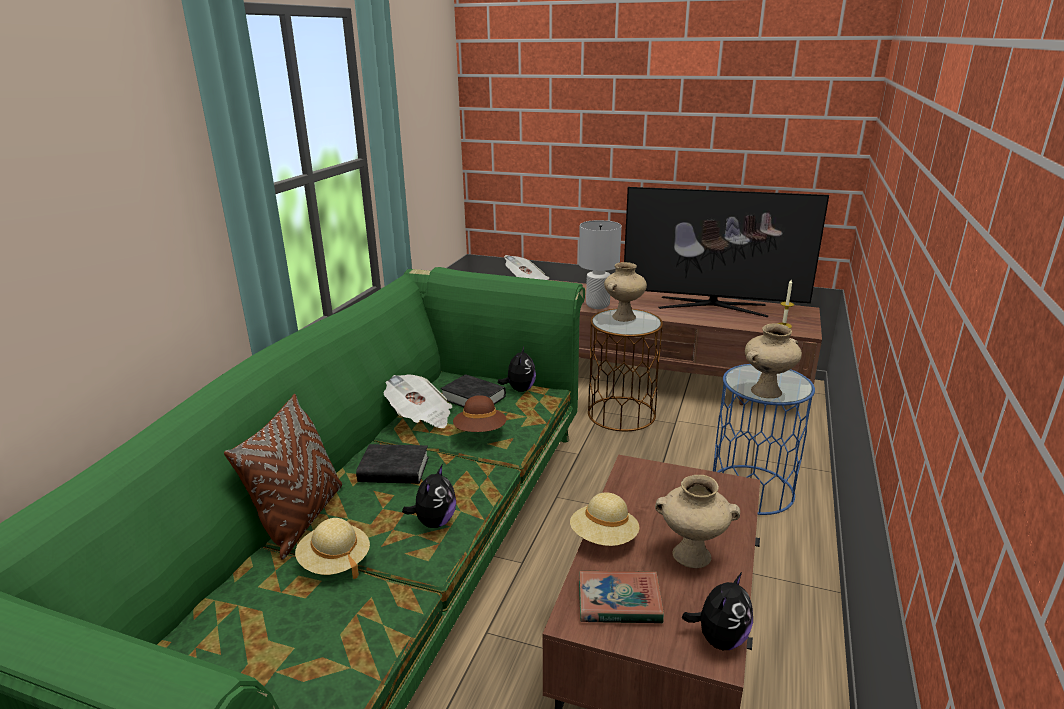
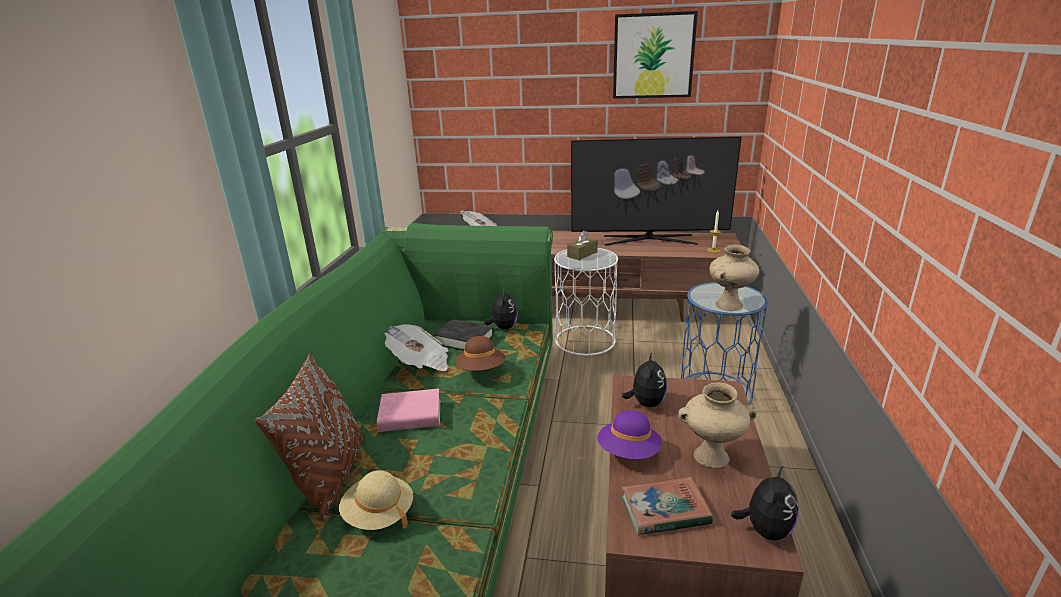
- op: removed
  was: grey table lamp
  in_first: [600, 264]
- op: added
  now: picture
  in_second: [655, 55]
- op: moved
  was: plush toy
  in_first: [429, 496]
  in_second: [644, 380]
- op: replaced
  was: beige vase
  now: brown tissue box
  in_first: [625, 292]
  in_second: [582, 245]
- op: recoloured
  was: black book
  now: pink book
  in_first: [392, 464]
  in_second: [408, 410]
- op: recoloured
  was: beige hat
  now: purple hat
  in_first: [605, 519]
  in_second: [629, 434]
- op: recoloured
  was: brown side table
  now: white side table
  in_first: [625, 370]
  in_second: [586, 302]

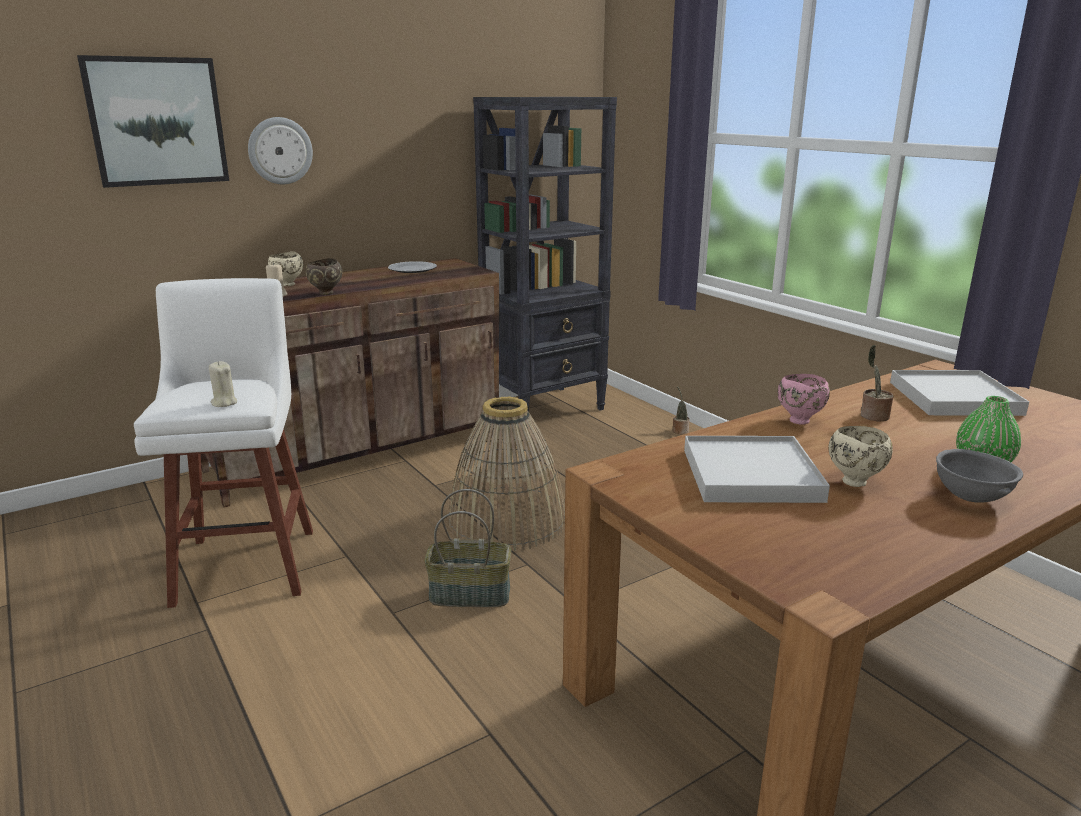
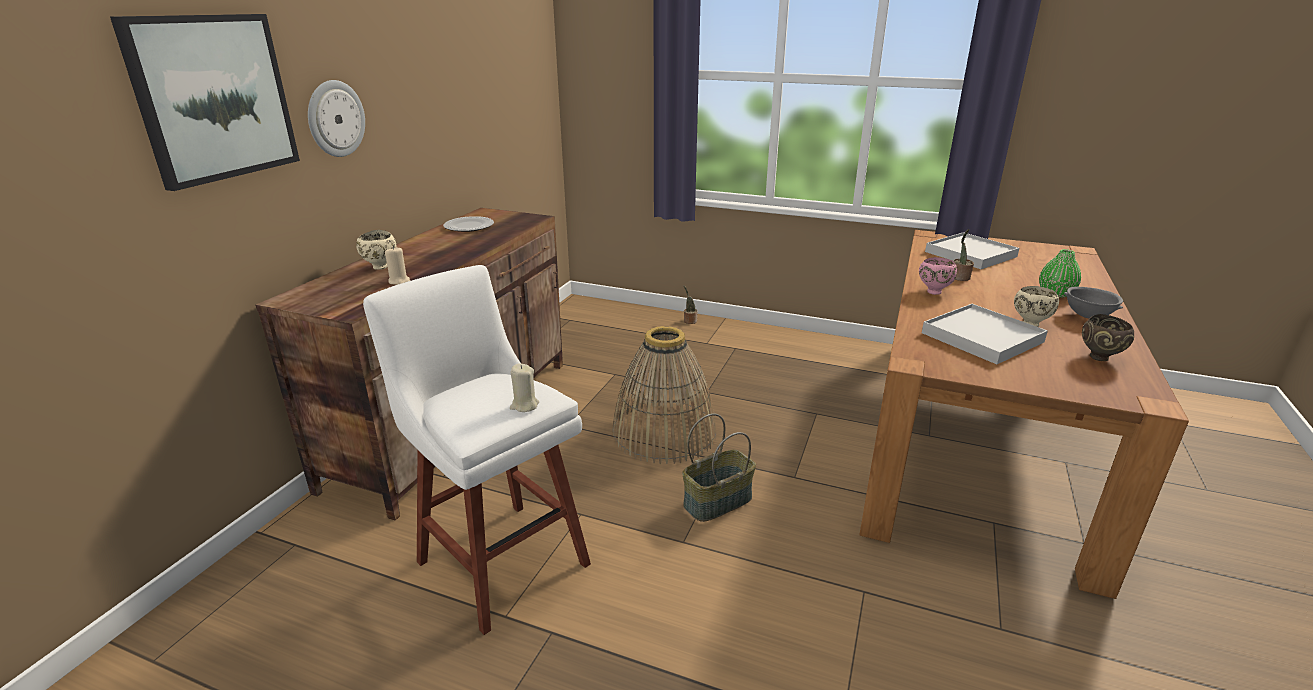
- op: removed
  was: black bookcase
  in_first: [545, 263]
- op: moved
  was: brown bowl
  in_first: [324, 276]
  in_second: [1108, 337]

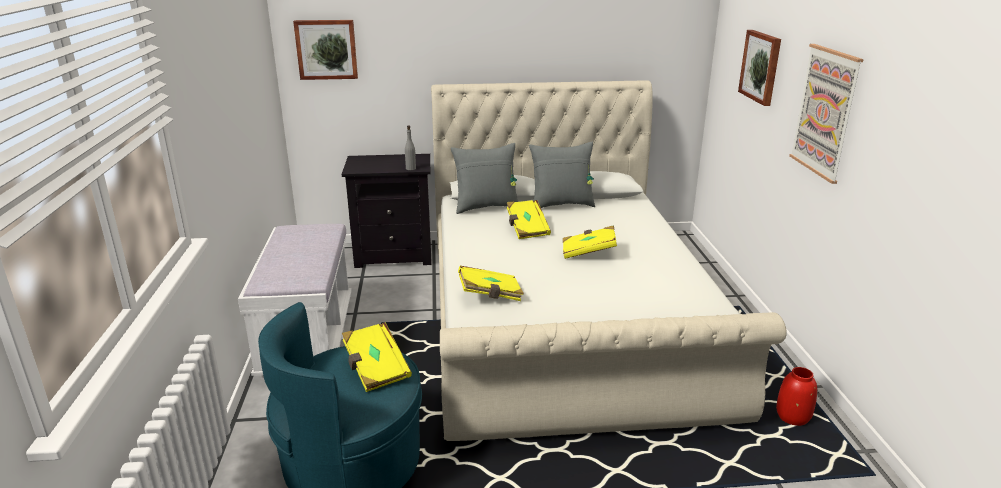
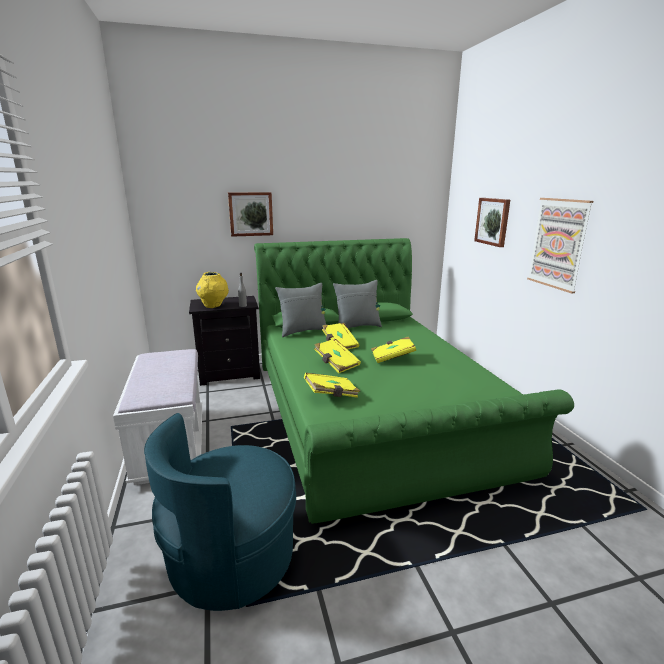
- op: removed
  was: red vase
  in_first: [796, 396]
- op: added
  now: yellow vase
  in_second: [212, 290]
- op: moved
  was: picture
  in_first: [325, 50]
  in_second: [250, 214]
- op: moved
  was: yellow book
  in_first: [377, 357]
  in_second: [337, 356]
- op: recoloured
  was: beige bed
  now: green bed
  in_first: [609, 260]
  in_second: [414, 381]

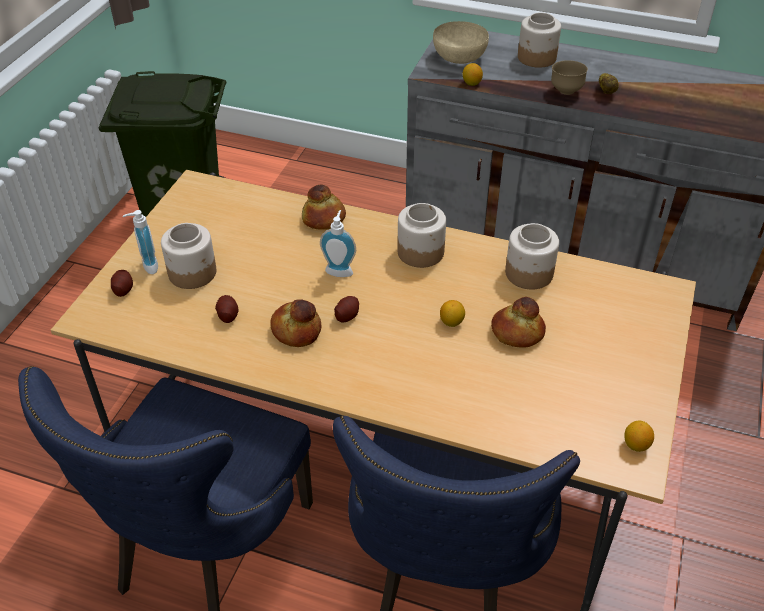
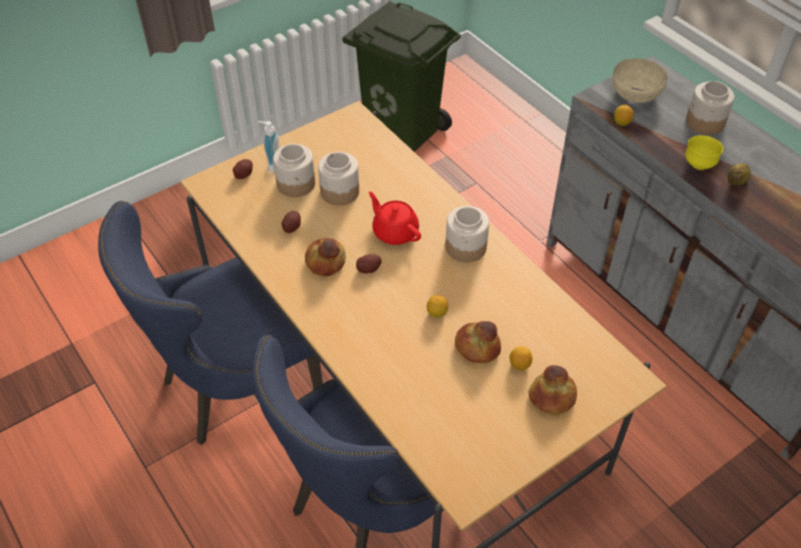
- op: moved
  was: bread
  in_first: [324, 207]
  in_second: [552, 390]
- op: moved
  was: jar
  in_first: [532, 256]
  in_second: [338, 179]
- op: moved
  was: lemon
  in_first: [639, 436]
  in_second: [521, 358]
- op: replaced
  was: soap dispenser
  now: red teapot
  in_first: [338, 243]
  in_second: [394, 218]
- op: recoloured
  was: brown bowl
  now: yellow bowl
  in_first: [569, 77]
  in_second: [704, 152]

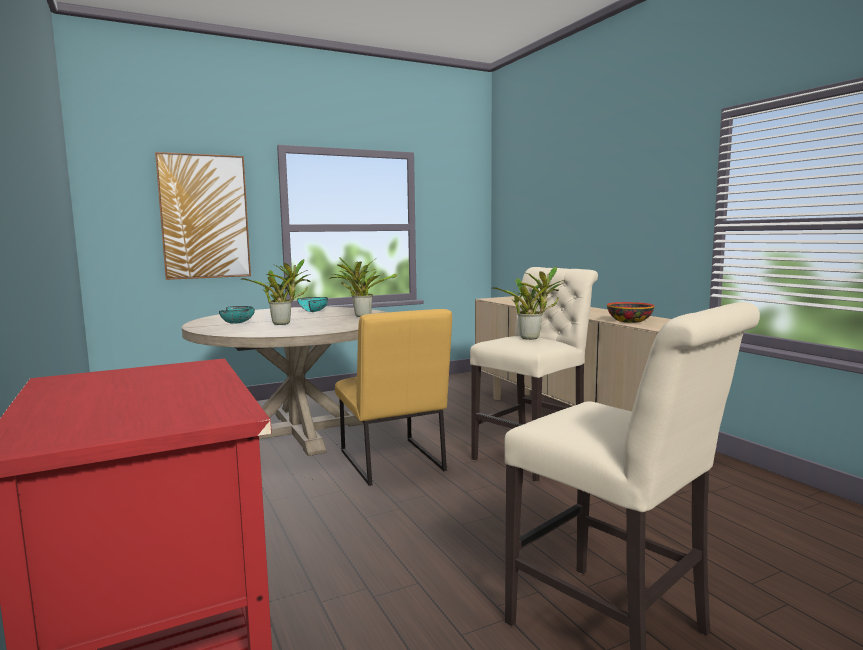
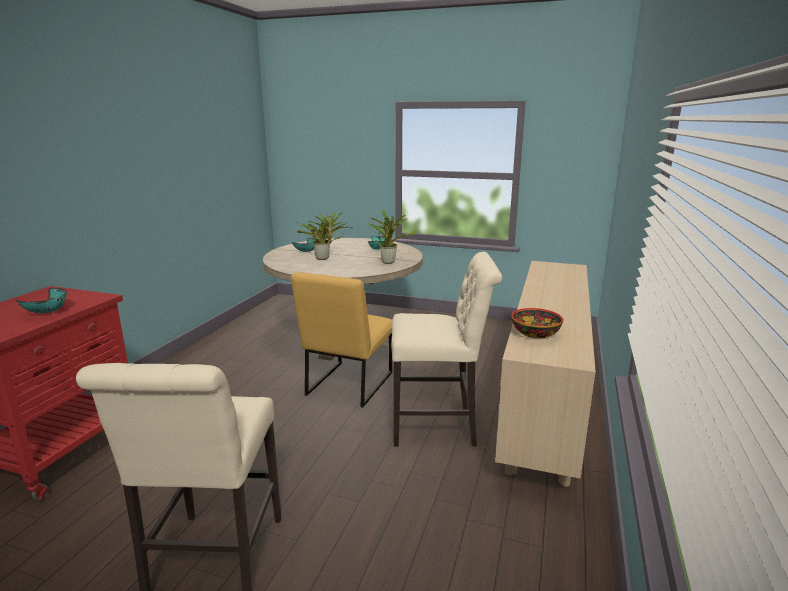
- op: removed
  was: picture
  in_first: [203, 216]
- op: removed
  was: potted plant
  in_first: [528, 303]
- op: added
  now: turquoise bowl
  in_second: [41, 300]

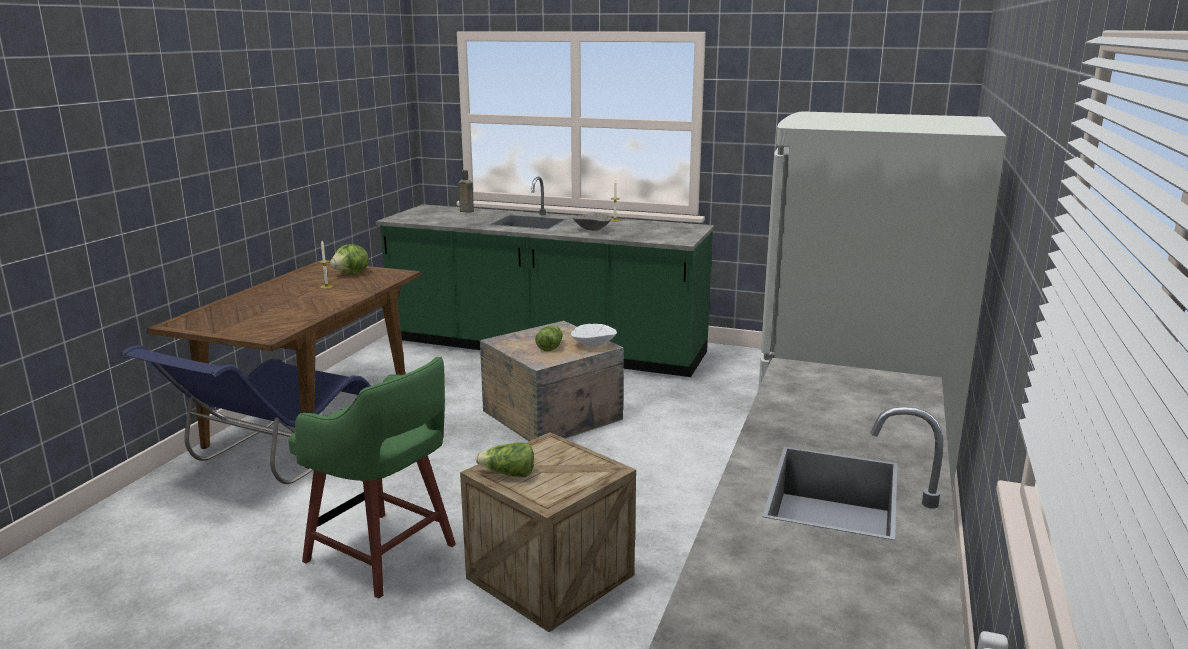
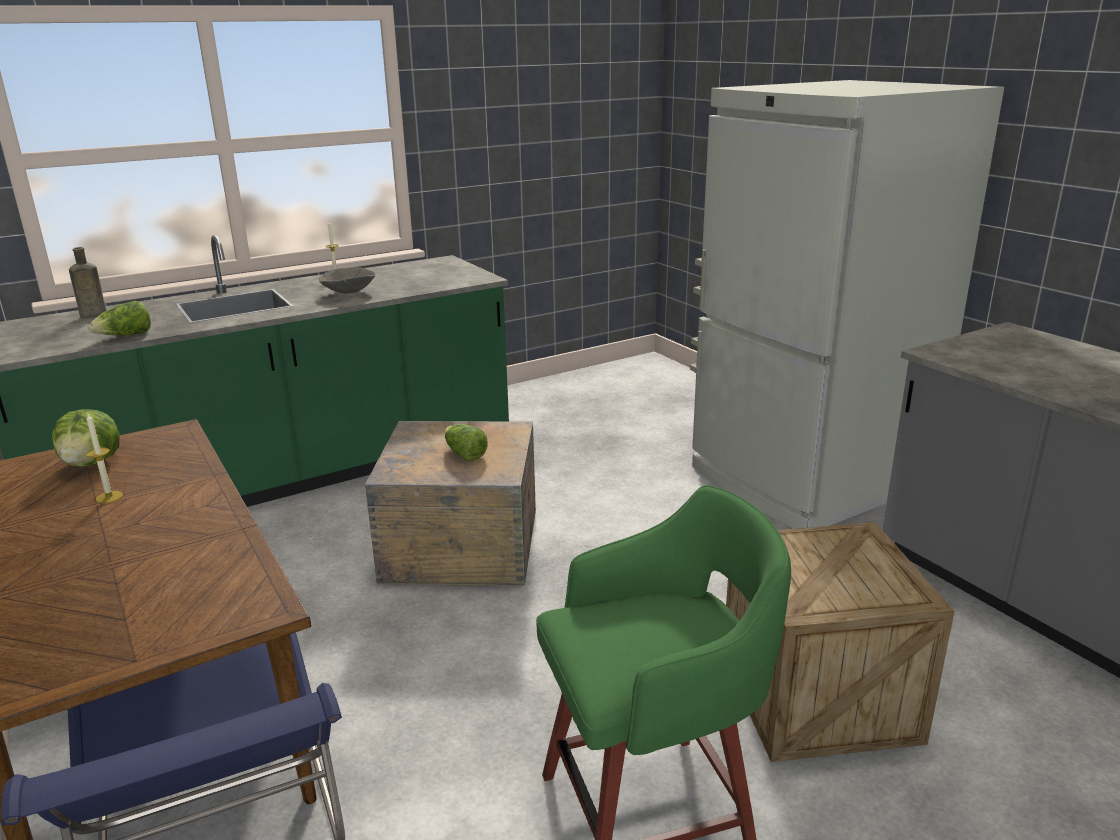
- op: removed
  was: white bowl
  in_first: [594, 335]
- op: moved
  was: lettuce
  in_first: [504, 460]
  in_second: [119, 318]

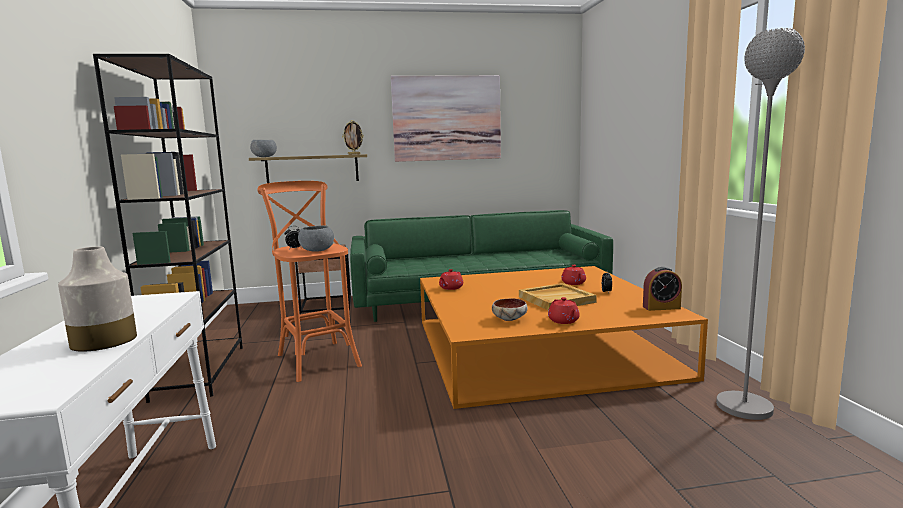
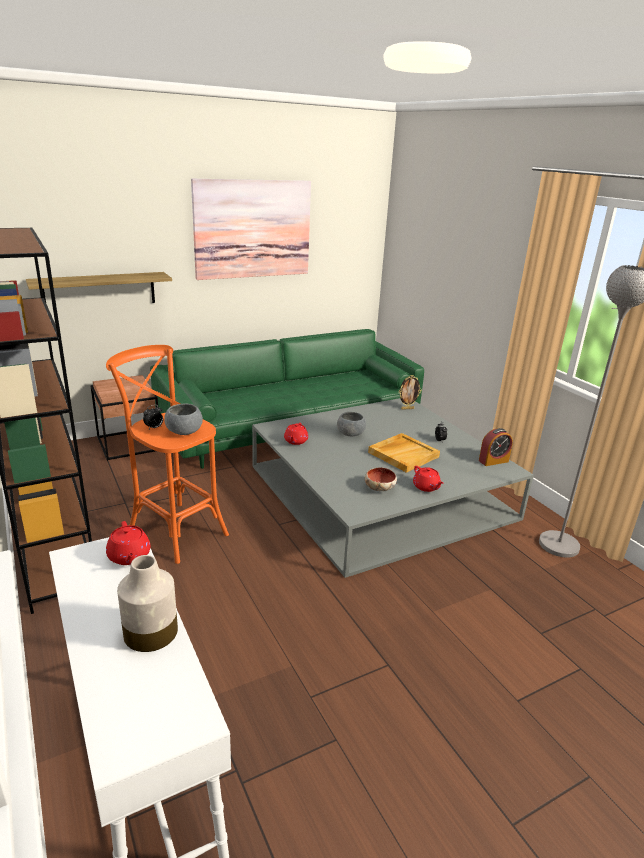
- op: moved
  was: grey bowl
  in_first: [263, 148]
  in_second: [351, 424]
- op: moved
  was: picture frame
  in_first: [353, 137]
  in_second: [410, 392]
- op: moved
  was: red teapot
  in_first: [573, 275]
  in_second: [128, 543]
- op: recoloured
  was: orange coffee table
  now: grey coffee table
  in_first: [564, 337]
  in_second: [393, 488]

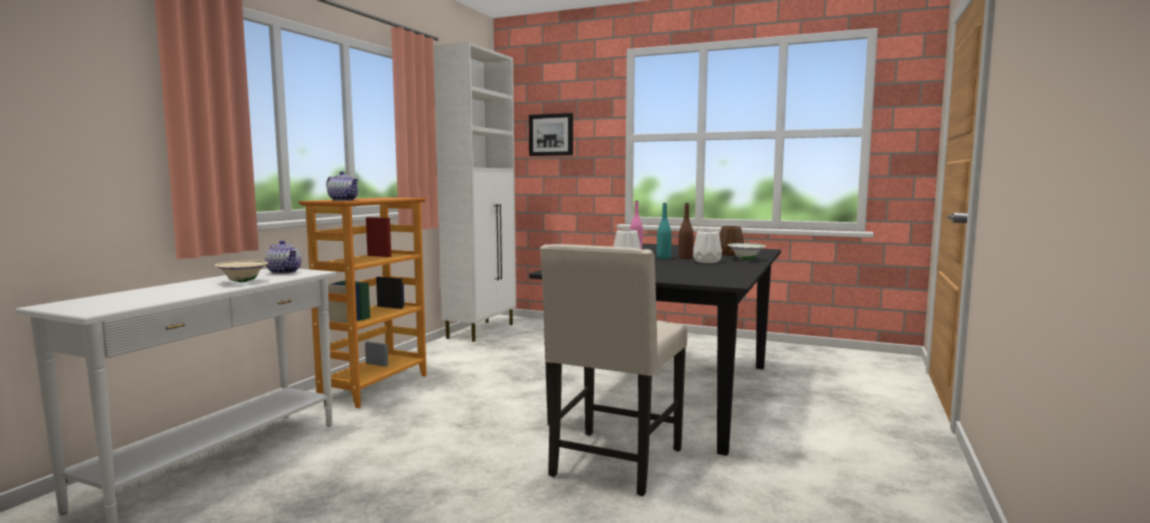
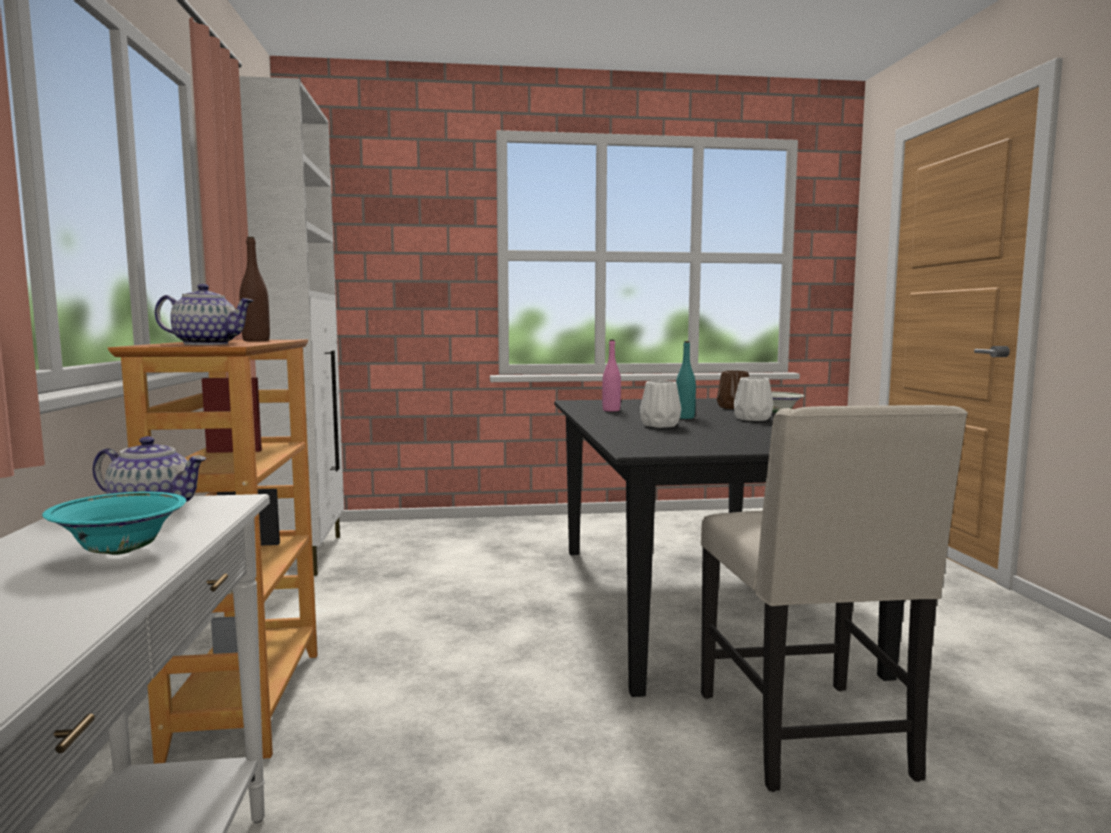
- op: removed
  was: picture
  in_first: [551, 134]
- op: moved
  was: brown bottle
  in_first: [686, 231]
  in_second: [254, 289]
- op: recoloured
  was: beige bowl
  now: turquoise bowl
  in_first: [241, 271]
  in_second: [114, 523]

